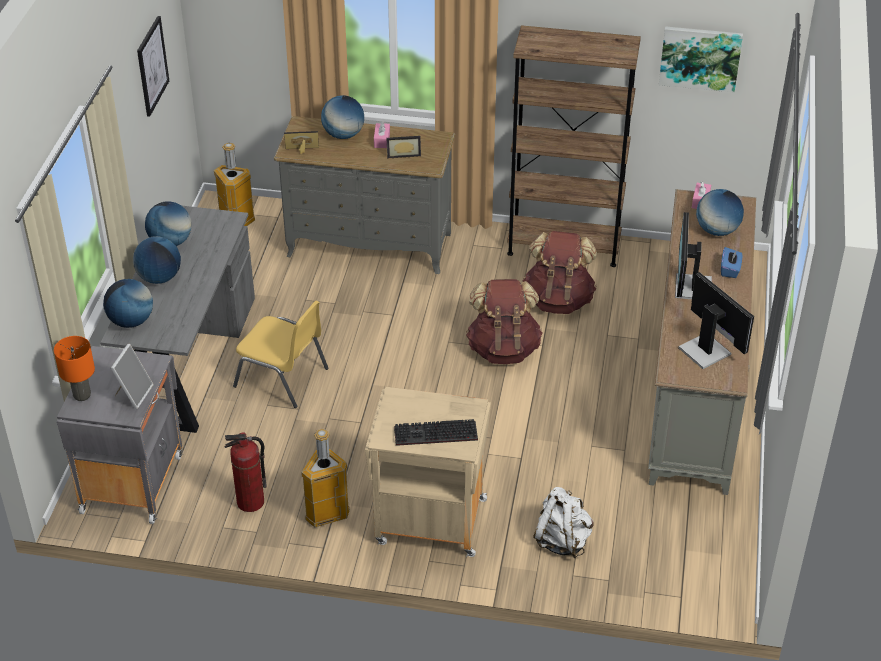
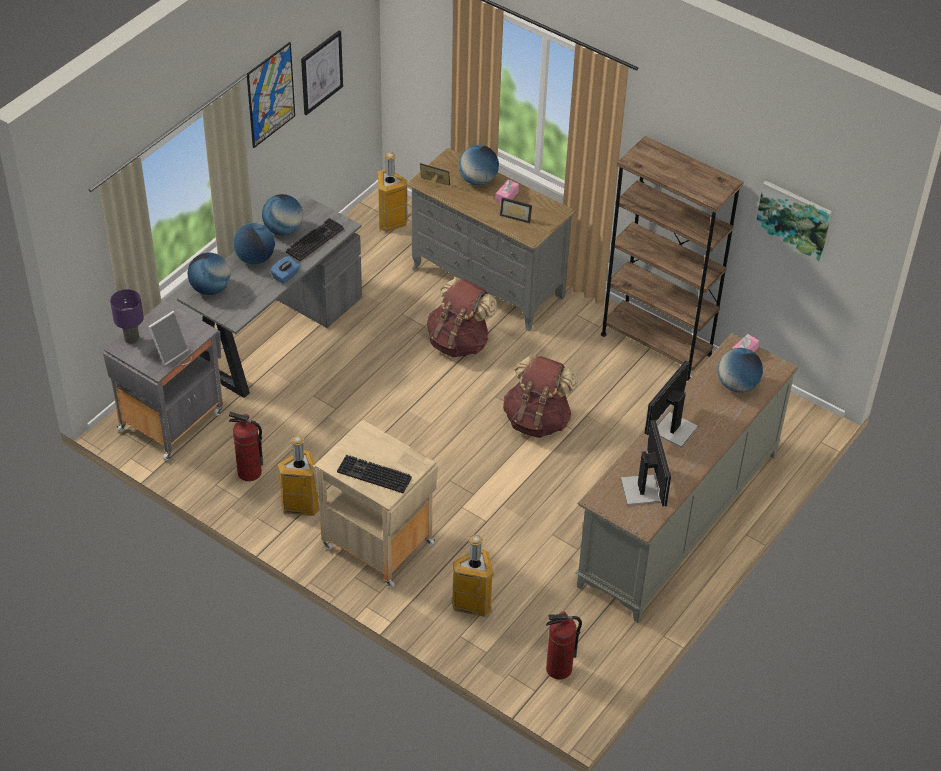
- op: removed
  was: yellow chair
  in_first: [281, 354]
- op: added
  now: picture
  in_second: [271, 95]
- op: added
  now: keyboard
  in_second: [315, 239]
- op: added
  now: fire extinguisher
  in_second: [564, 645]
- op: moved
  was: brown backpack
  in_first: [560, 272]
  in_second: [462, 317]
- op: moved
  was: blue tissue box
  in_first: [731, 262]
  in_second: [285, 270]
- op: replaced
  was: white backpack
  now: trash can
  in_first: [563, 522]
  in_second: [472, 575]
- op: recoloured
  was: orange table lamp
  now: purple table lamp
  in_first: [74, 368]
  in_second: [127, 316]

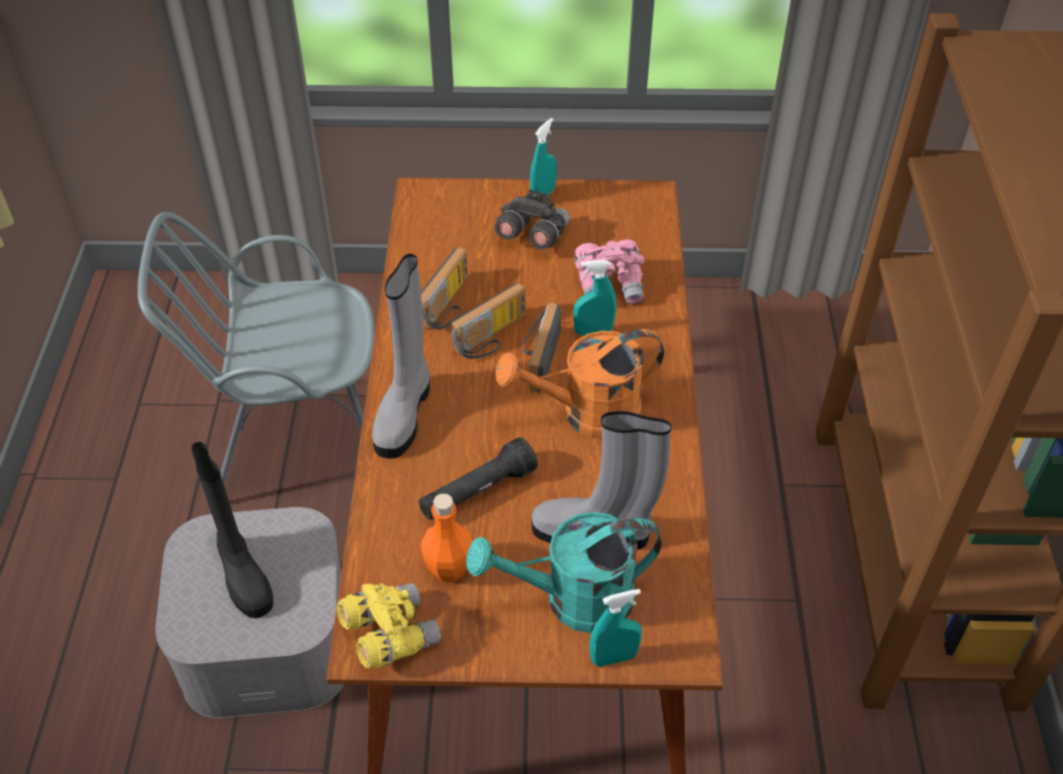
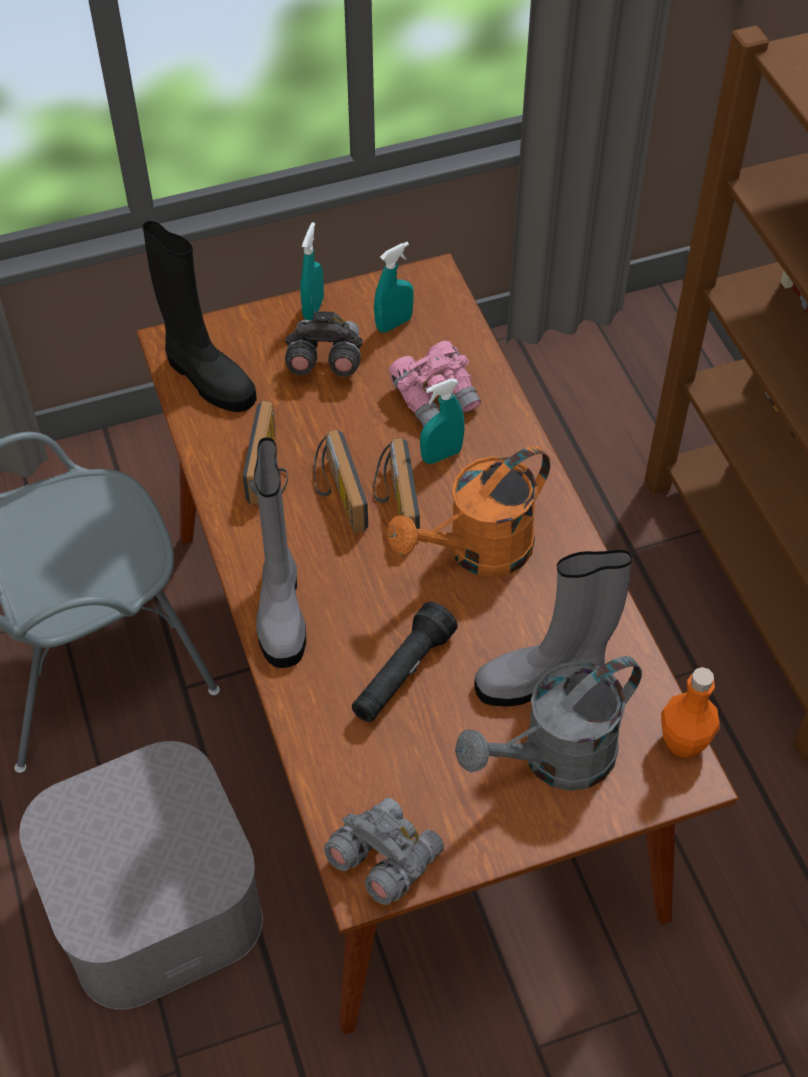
- op: moved
  was: black boot
  in_first: [232, 530]
  in_second: [199, 316]
- op: moved
  was: orange bottle
  in_first: [446, 538]
  in_second: [690, 712]
- op: moved
  was: turquoise spray bottle
  in_first: [616, 628]
  in_second: [394, 287]
- op: recoloured
  was: yellow binoculars
  now: grey binoculars
  in_first: [389, 625]
  in_second: [384, 851]
- op: recoloured
  was: turquoise watering can
  now: grey watering can
  in_first: [564, 572]
  in_second: [548, 723]
- op: turned
  was: radio
  in_first: [488, 320]
  in_second: [341, 481]
  clockwise: 135

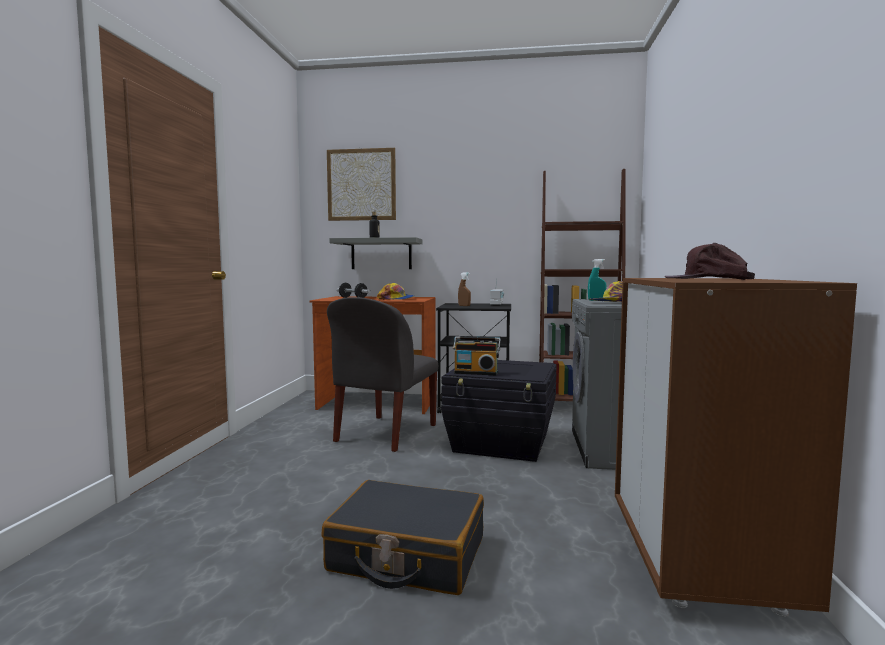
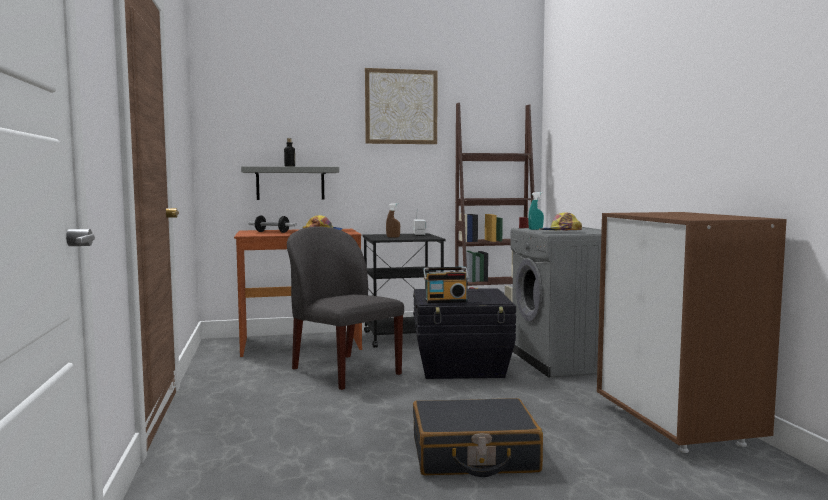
- op: removed
  was: brown cap
  in_first: [710, 261]
- op: moved
  was: picture
  in_first: [361, 184]
  in_second: [401, 106]
- op: turned
  was: grey chair
  in_first: [382, 374]
  in_second: [345, 308]
  clockwise: 135

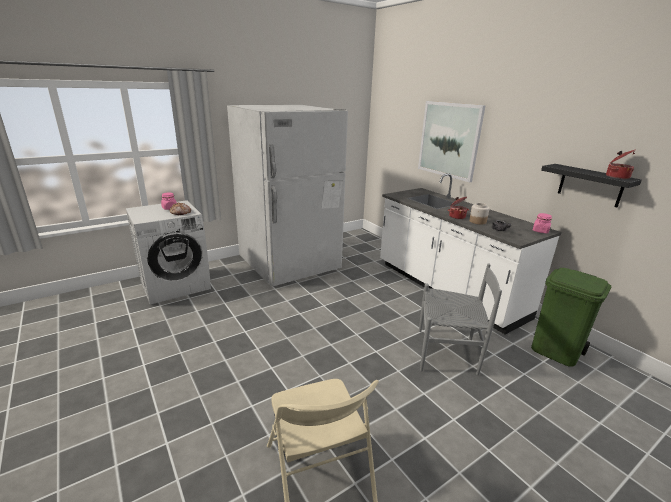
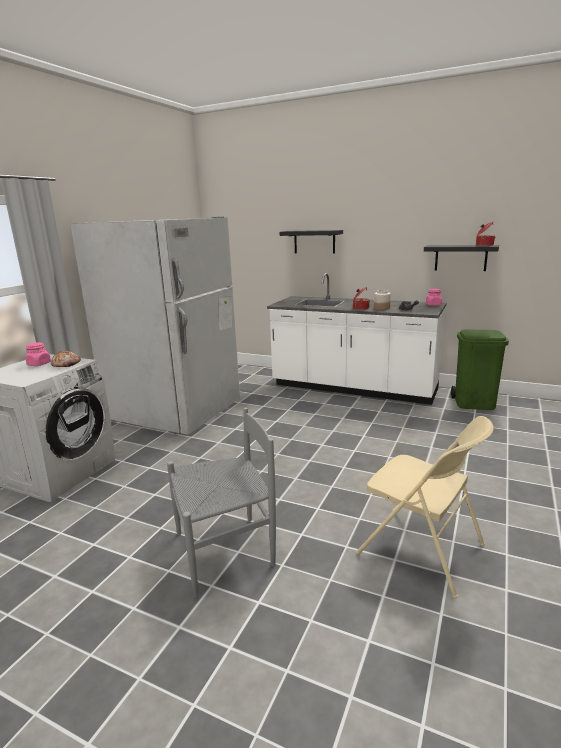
- op: moved
  was: grey chair
  in_first: [460, 319]
  in_second: [221, 503]
- op: replaced
  was: picture
  now: black shelf
  in_first: [452, 141]
  in_second: [311, 241]

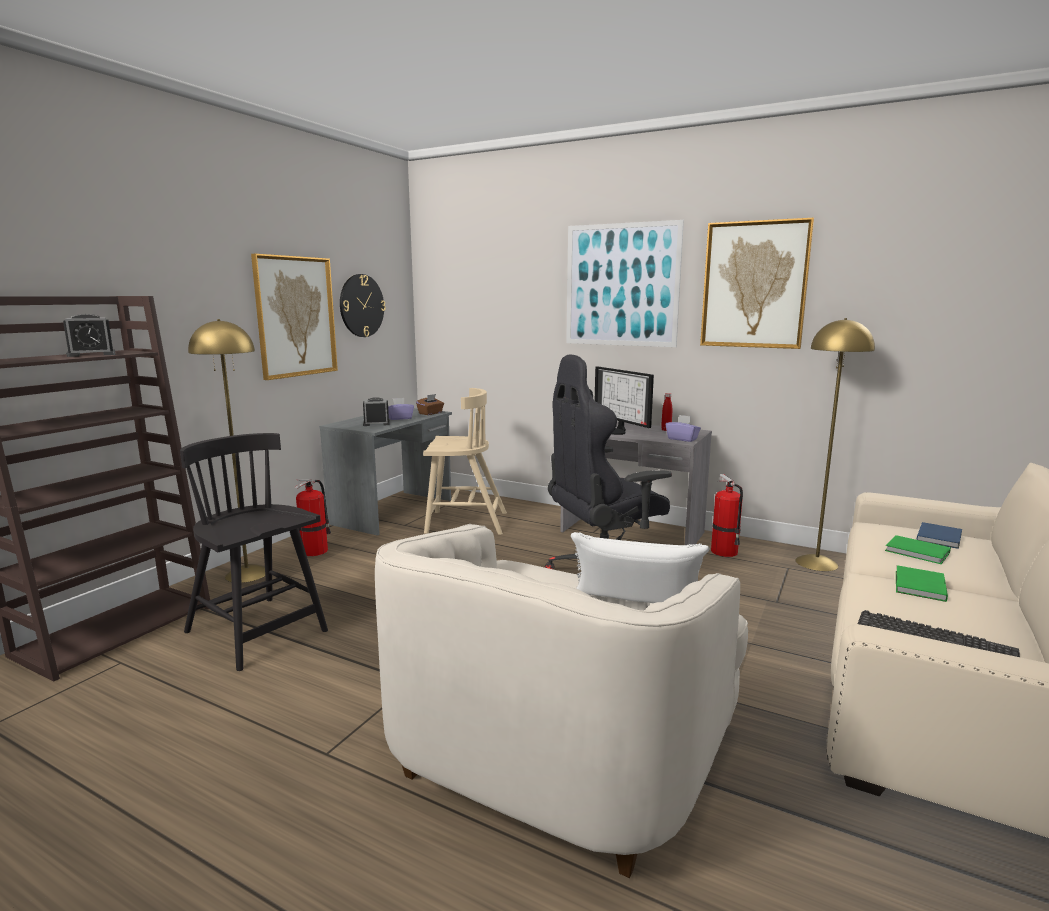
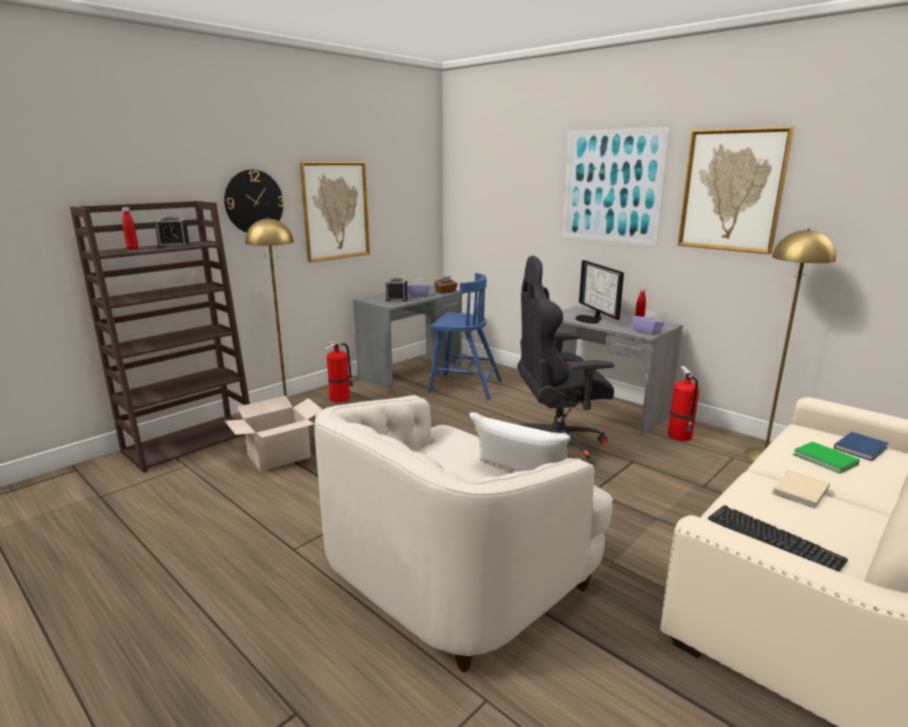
- op: added
  now: red bottle
  in_second: [130, 228]
- op: moved
  was: wall clock
  in_first: [363, 305]
  in_second: [254, 201]
- op: replaced
  was: black chair
  now: cardboard box
  in_first: [254, 552]
  in_second: [274, 434]
- op: recoloured
  was: beige chair
  now: blue chair
  in_first: [465, 461]
  in_second: [465, 336]
- op: recoloured
  was: green book
  now: beige book
  in_first: [922, 583]
  in_second: [801, 489]

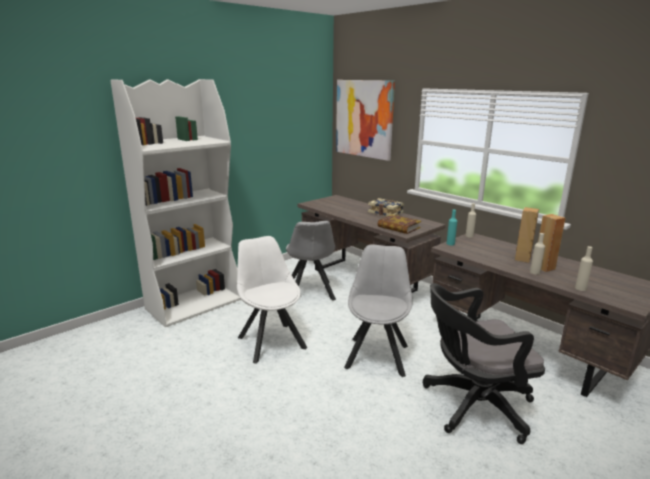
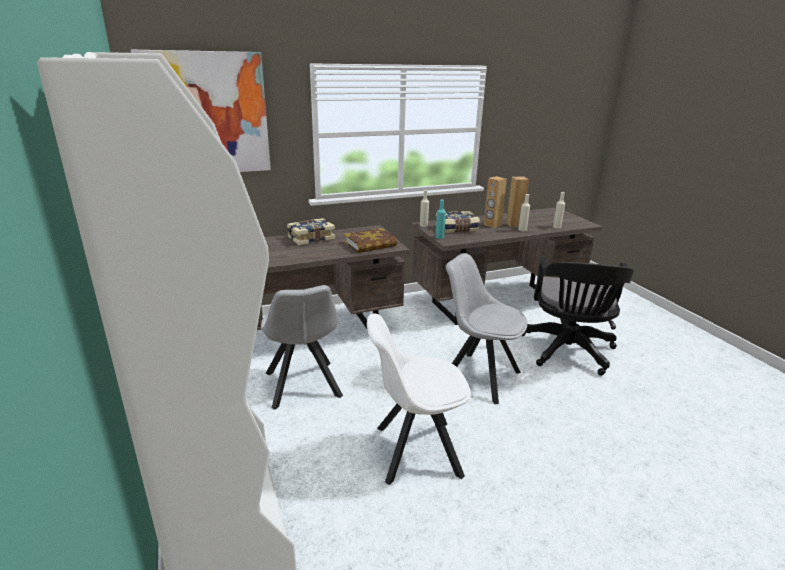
- op: added
  now: book
  in_second: [457, 222]
- op: turned
  was: grey chair
  in_first: [311, 260]
  in_second: [302, 347]
  clockwise: 60

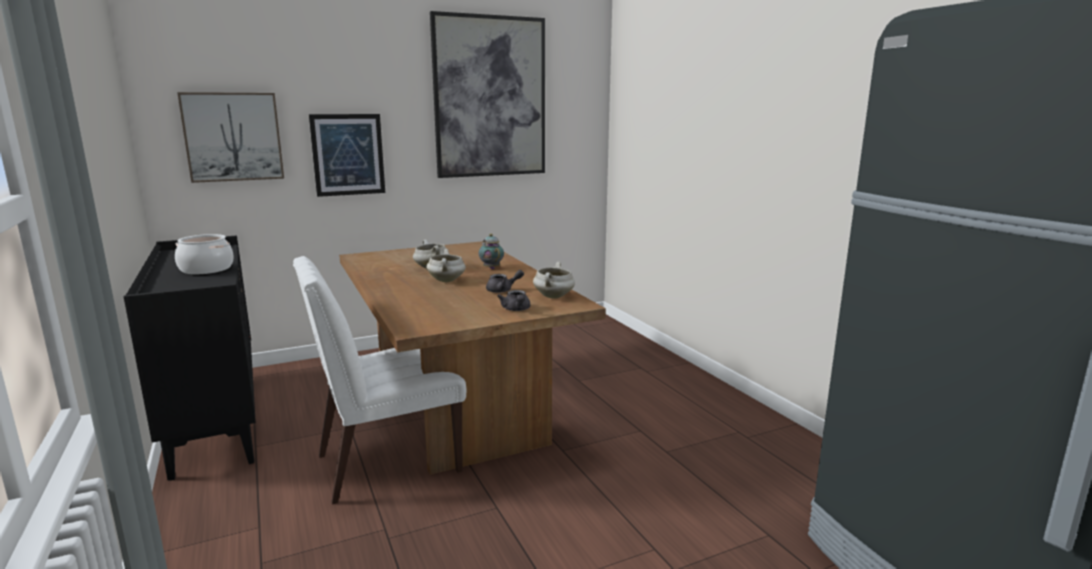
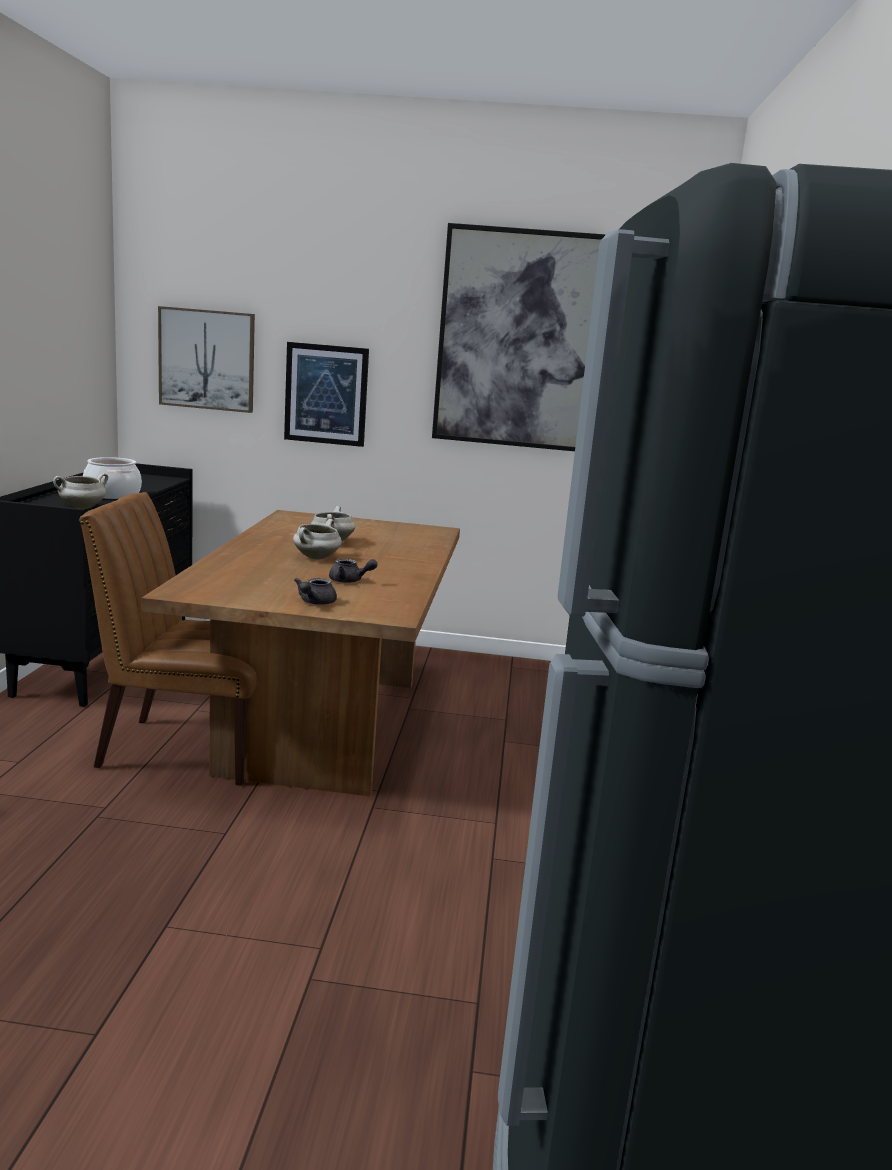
- op: removed
  was: teapot
  in_first: [491, 251]
- op: moved
  was: white cooking pot
  in_first: [554, 280]
  in_second: [80, 491]
- op: recoloured
  was: white chair
  now: brown chair
  in_first: [380, 380]
  in_second: [168, 639]

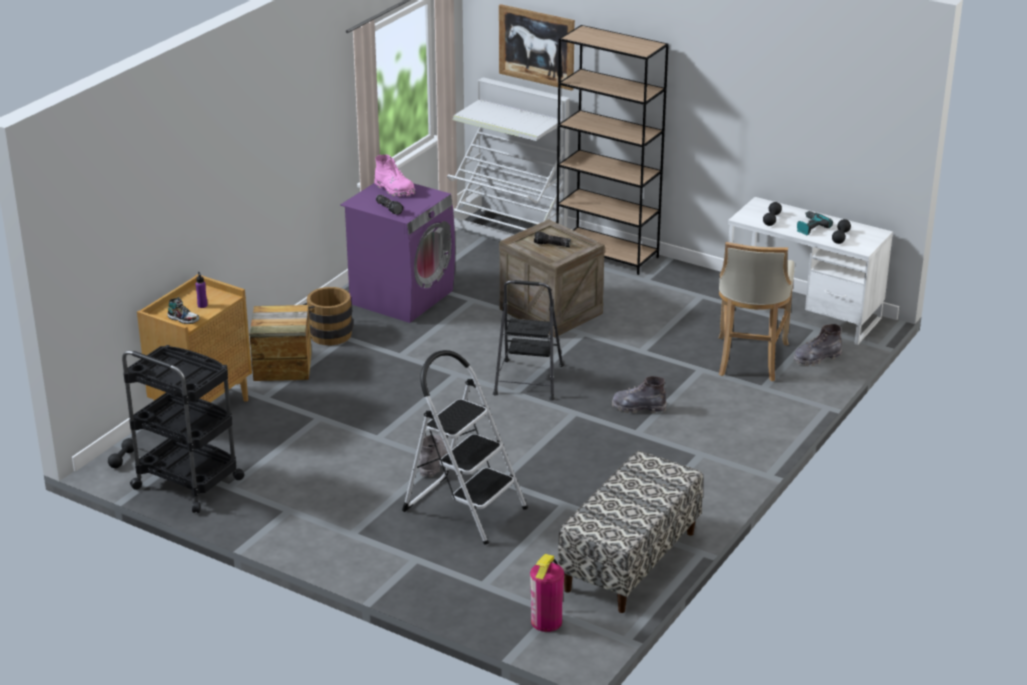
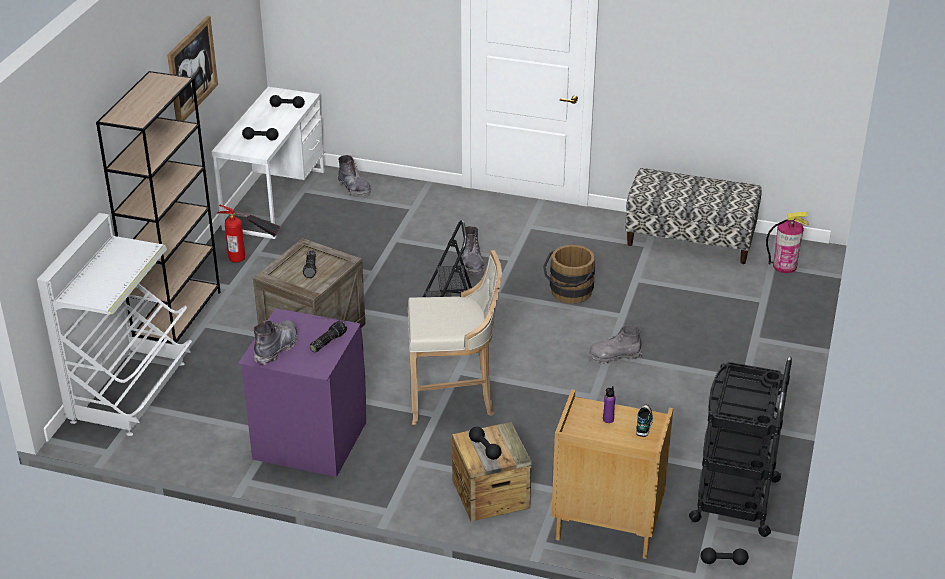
- op: removed
  was: step ladder
  in_first: [465, 447]
- op: removed
  was: power drill
  in_first: [815, 223]
- op: added
  now: fire extinguisher
  in_second: [248, 233]
- op: added
  now: black dumbbell
  in_second: [485, 443]
- op: moved
  was: brown bucket
  in_first: [328, 316]
  in_second: [569, 274]
- op: moved
  was: picture
  in_first: [537, 47]
  in_second: [192, 68]
- op: moved
  was: beige stool
  in_first: [756, 311]
  in_second: [455, 337]
- op: recoloured
  was: pink boot
  now: grey boot
  in_first: [394, 175]
  in_second: [276, 342]

